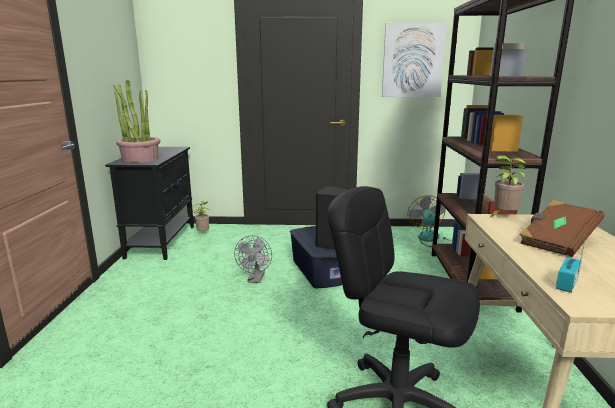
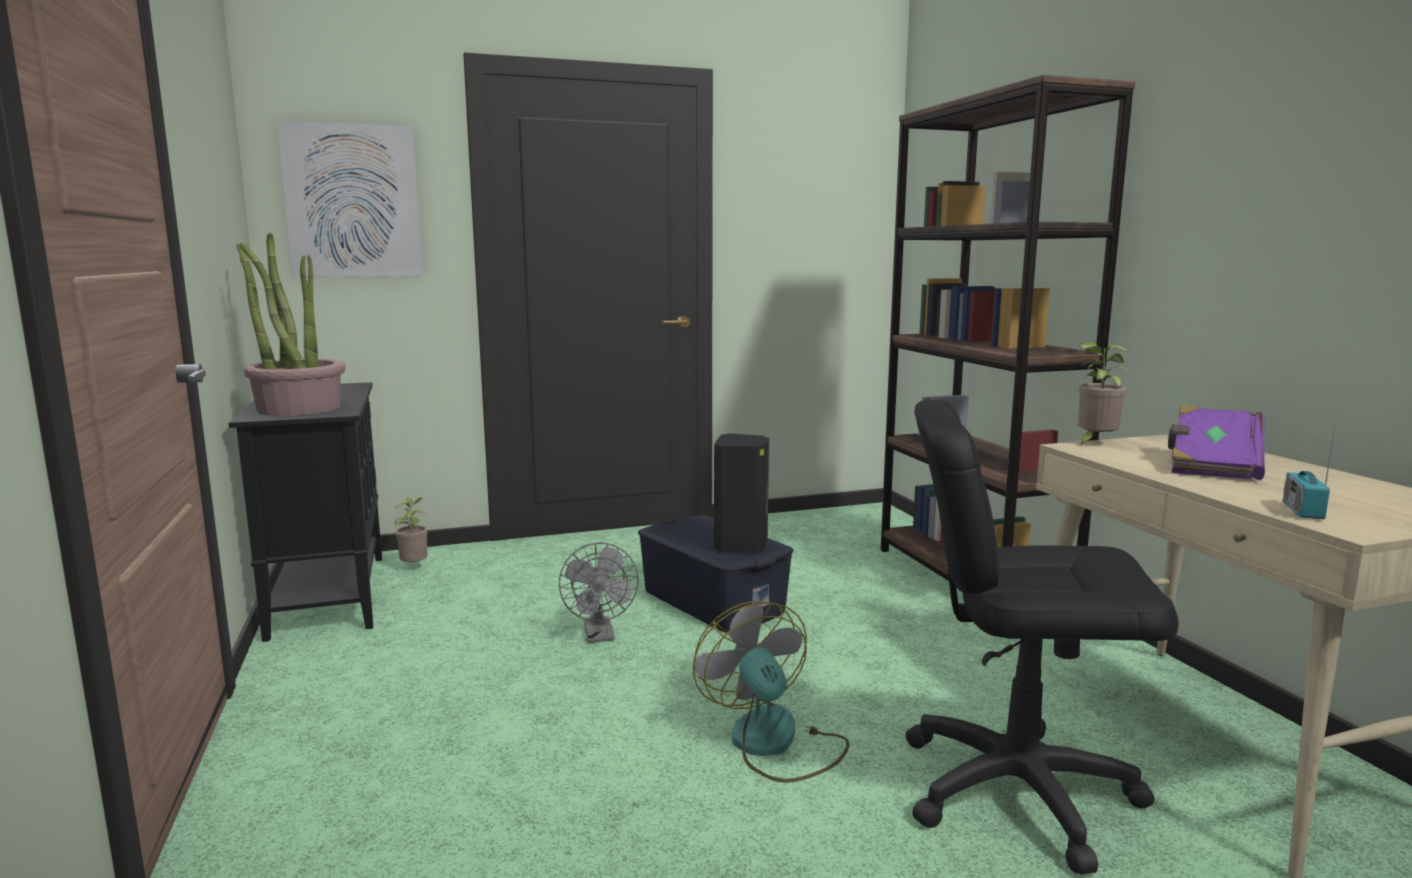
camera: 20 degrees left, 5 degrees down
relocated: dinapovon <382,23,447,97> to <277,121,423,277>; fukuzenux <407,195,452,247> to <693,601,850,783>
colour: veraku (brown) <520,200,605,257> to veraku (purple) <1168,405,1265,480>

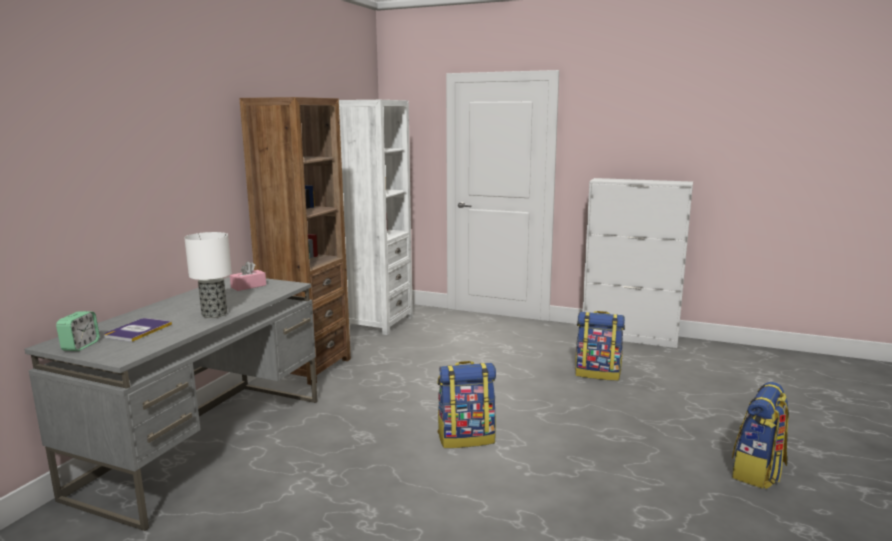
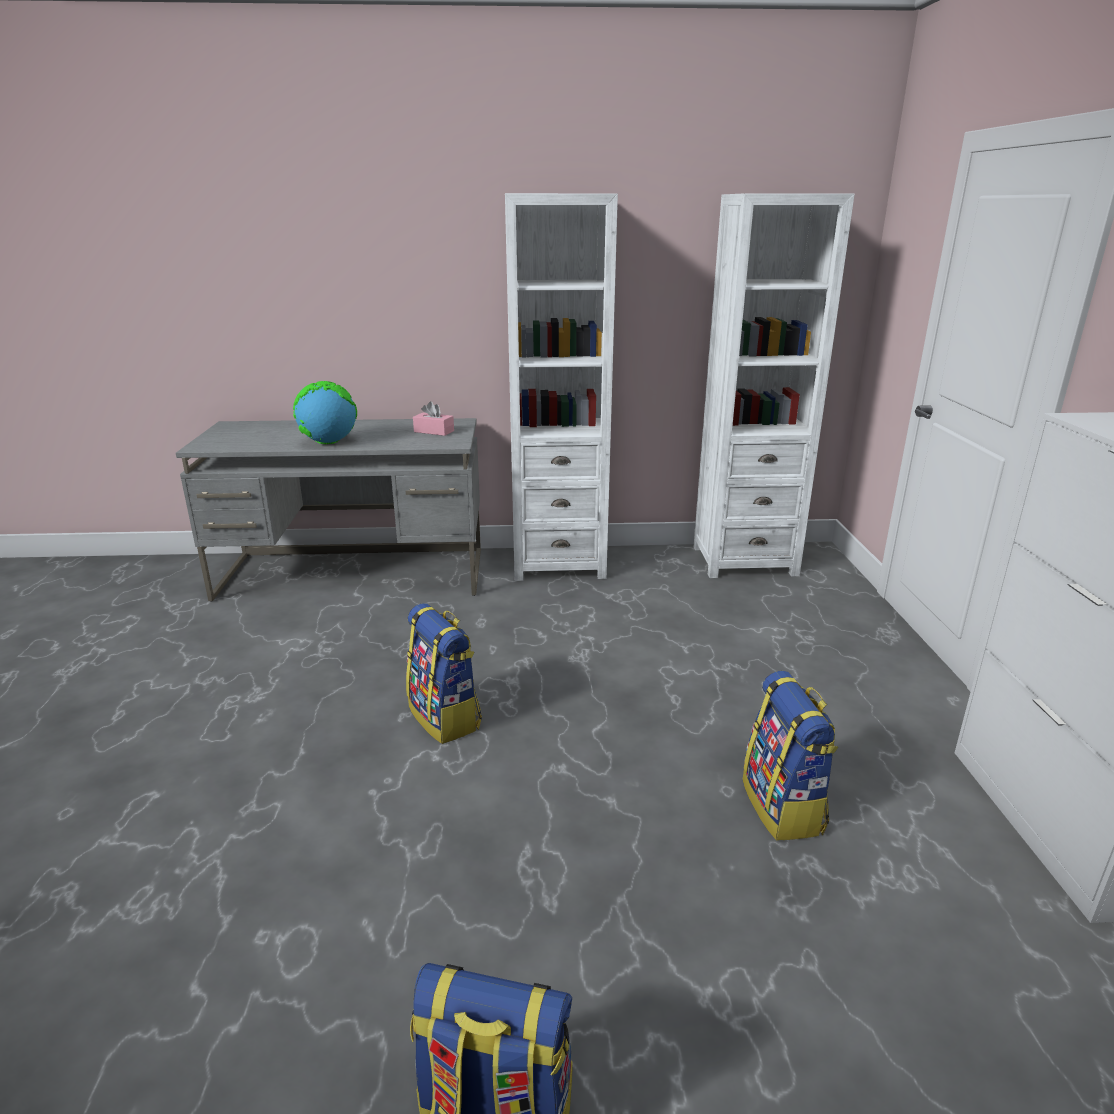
camera: 65 degrees right, 10 degrees up
missing: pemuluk <56,311,100,351>; veraku <104,318,172,342>
exchanged: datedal <184,232,232,318> to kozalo <293,381,357,444>
colour: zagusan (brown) <239,97,351,385> to zagusan (white) <505,193,618,581>

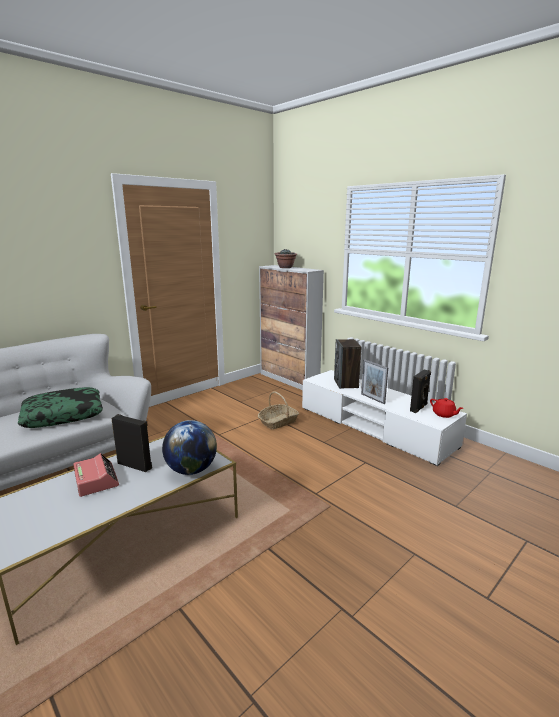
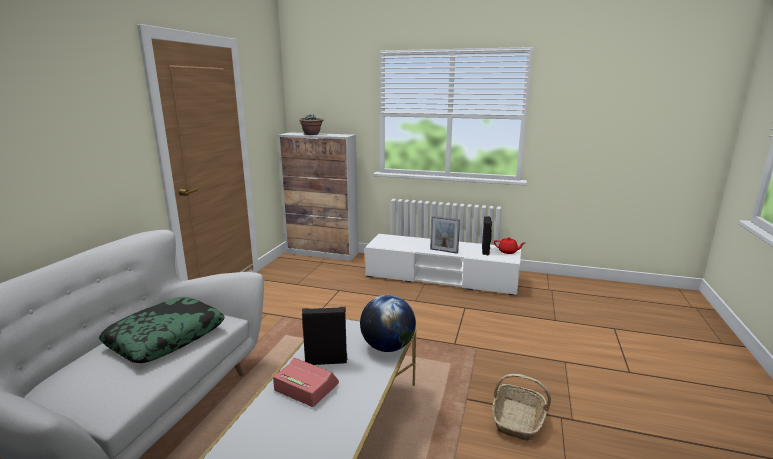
camera: 30 degrees left, 0 degrees up
missing: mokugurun <334,339,362,389>
relocated: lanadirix <258,391,299,429> to <492,374,551,441>

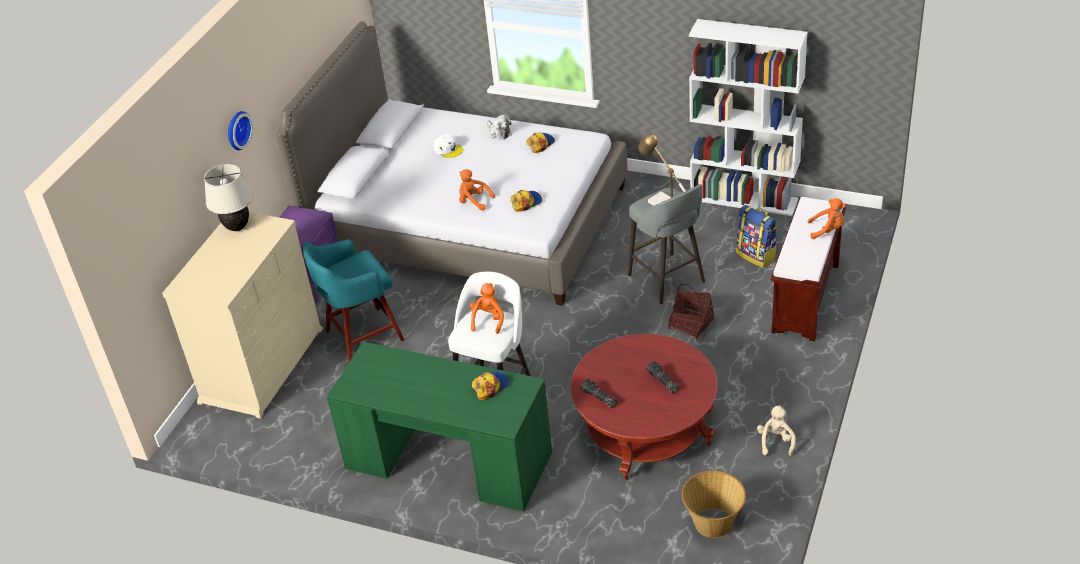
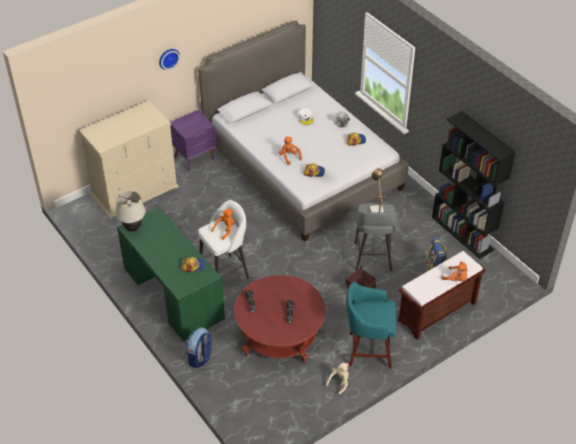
camera: 30 degrees right, 5 degrees up
missing: lanadirix <682,471,746,538>
appeared: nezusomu <185,327,212,368>
relocated: datedal (beige) <204,164,253,231> to <115,191,146,231>; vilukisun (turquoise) <303,239,404,362> to <346,281,396,368>
colour: zagusan (white) <689,19,808,216> to zagusan (black) <432,111,516,259>

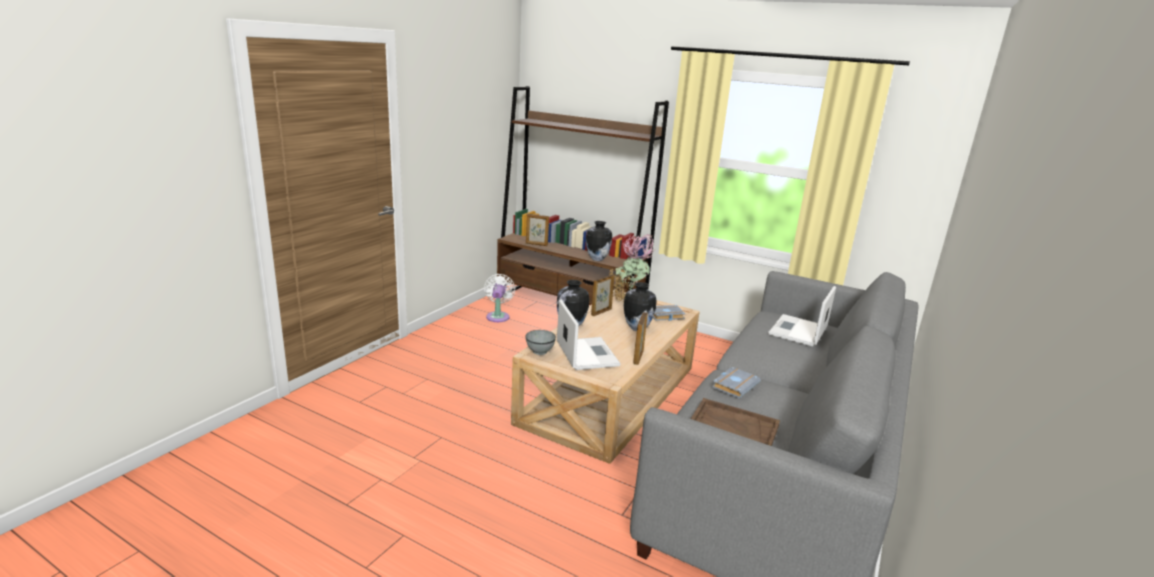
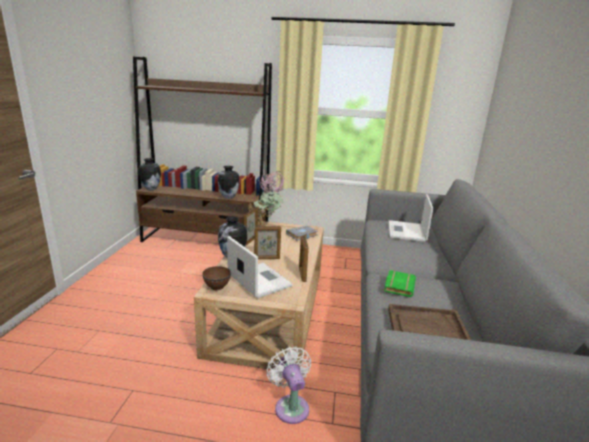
camera: 20 degrees left, 0 degrees up
relocated: fukuzenux (white) <484,274,516,322> to <266,346,311,424>; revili <526,214,549,246> to <254,226,281,259>; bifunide <624,282,657,331> to <139,158,161,190>
colour: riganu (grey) <526,330,556,355> to riganu (brown) <202,266,231,290>; veraku (grey) <712,367,761,399> to veraku (green) <384,270,416,297>

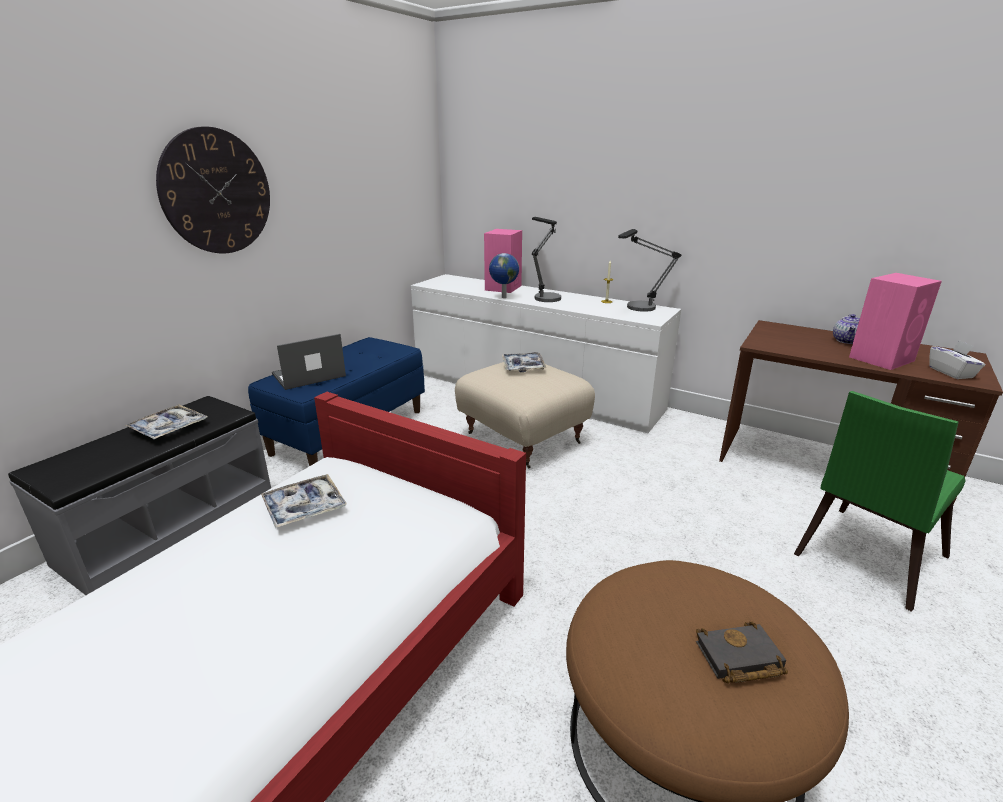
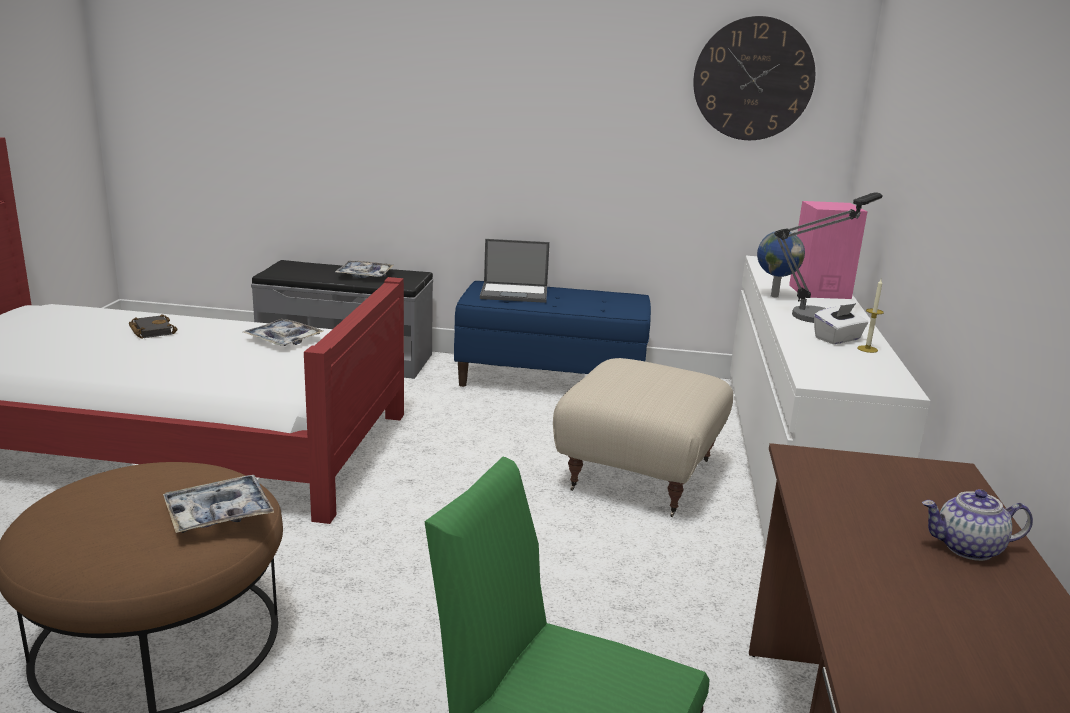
camera: 65 degrees right, 5 degrees down
missing: datedal <618,229,681,312>; mokugurun (pink) <849,273,942,370>
relocated: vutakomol <156,127,270,254> to <693,16,815,140>; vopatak <502,352,546,372> to <163,475,274,533>; veraku (black) <696,622,788,683> to <129,314,178,339>; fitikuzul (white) <929,340,985,379> to <814,303,868,345>
spun: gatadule <272,334,346,390> = <480,239,550,303> 150 degrees clockwise

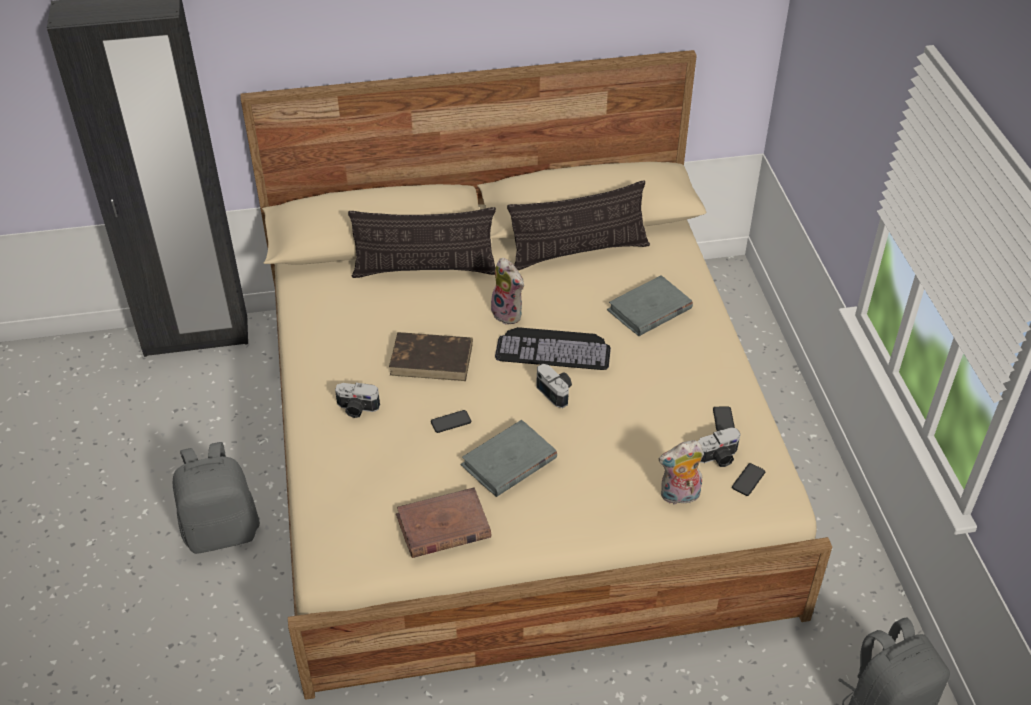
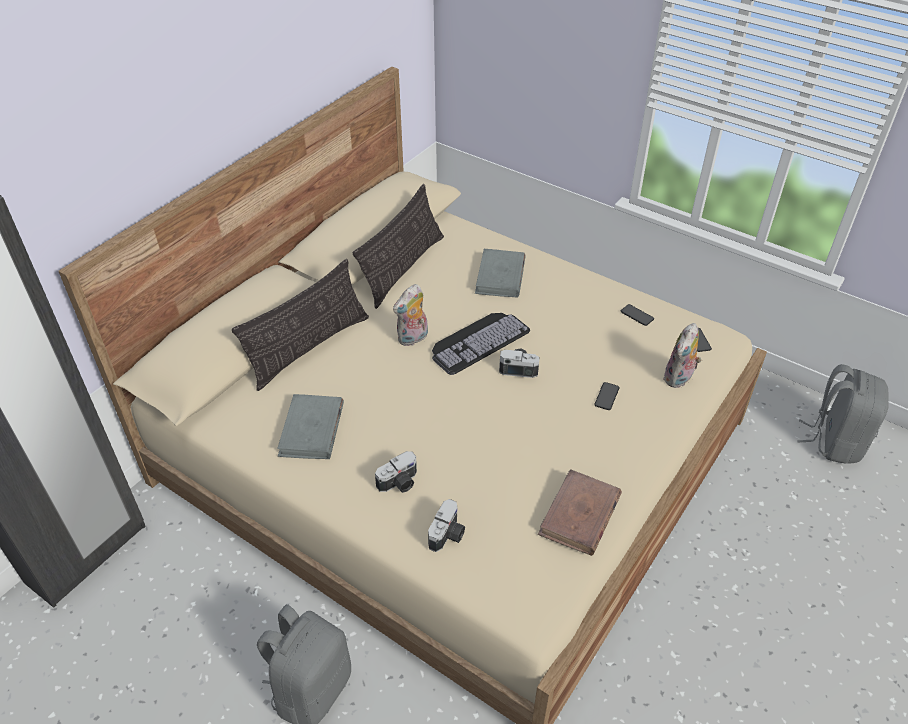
camera: 45 degrees left, 0 degrees up
missing: veraku (brown) <389,332,473,381>
relocated: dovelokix <431,410,471,433> to <594,382,619,410>; veraku (grey) <461,420,557,497> to <277,394,344,459>; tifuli <698,427,741,467> to <428,499,465,552>
spun: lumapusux <490,258,524,325> = <393,284,428,346> 135 degrees clockwise

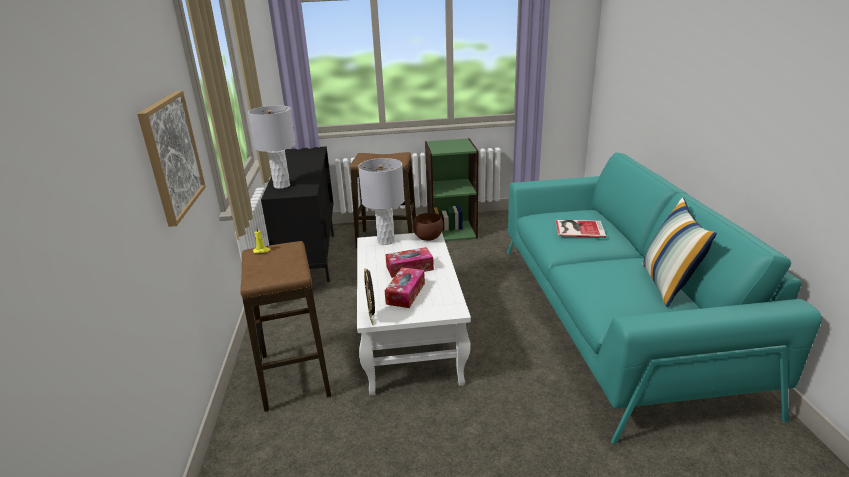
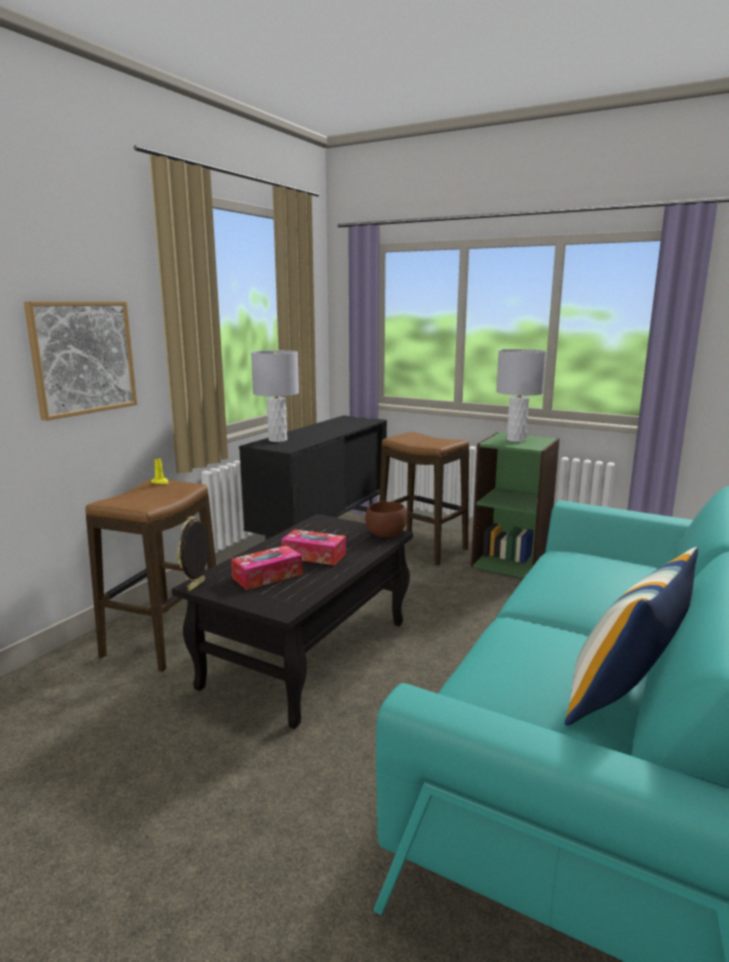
camera: 35 degrees right, 10 degrees down
missing: veraku <556,220,606,238>
relocated: datedal (grey) <358,158,404,245> to <496,349,547,442>
colour: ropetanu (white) <357,233,471,396> to ropetanu (black) <172,514,413,729>

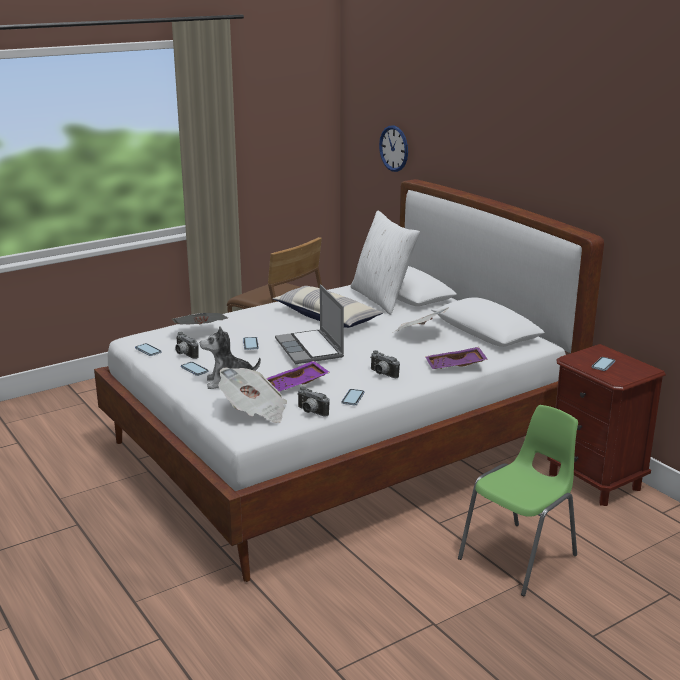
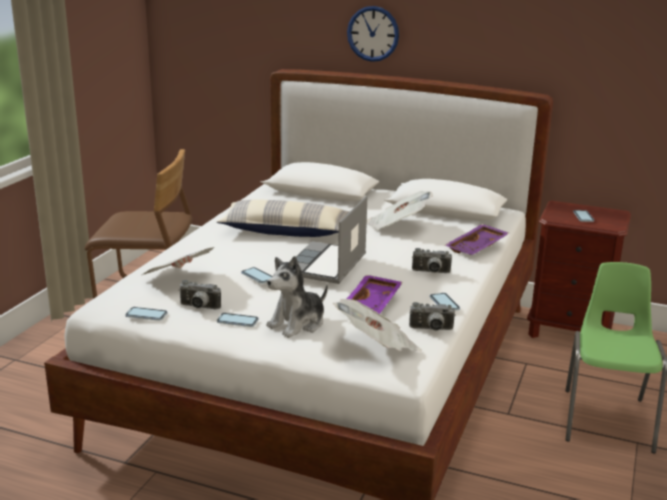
camera: 35 degrees left, 0 degrees up
missing: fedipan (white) <351,210,420,315>
relocated: vutakomol <379,126,408,172> to <347,6,399,62>
spun: gatadule <275,284,344,364> = <296,196,367,284> 75 degrees clockwise

